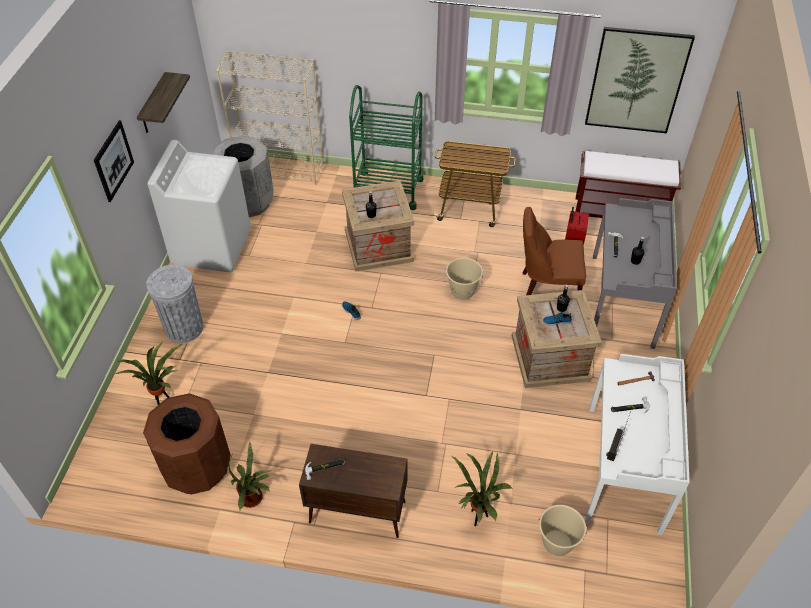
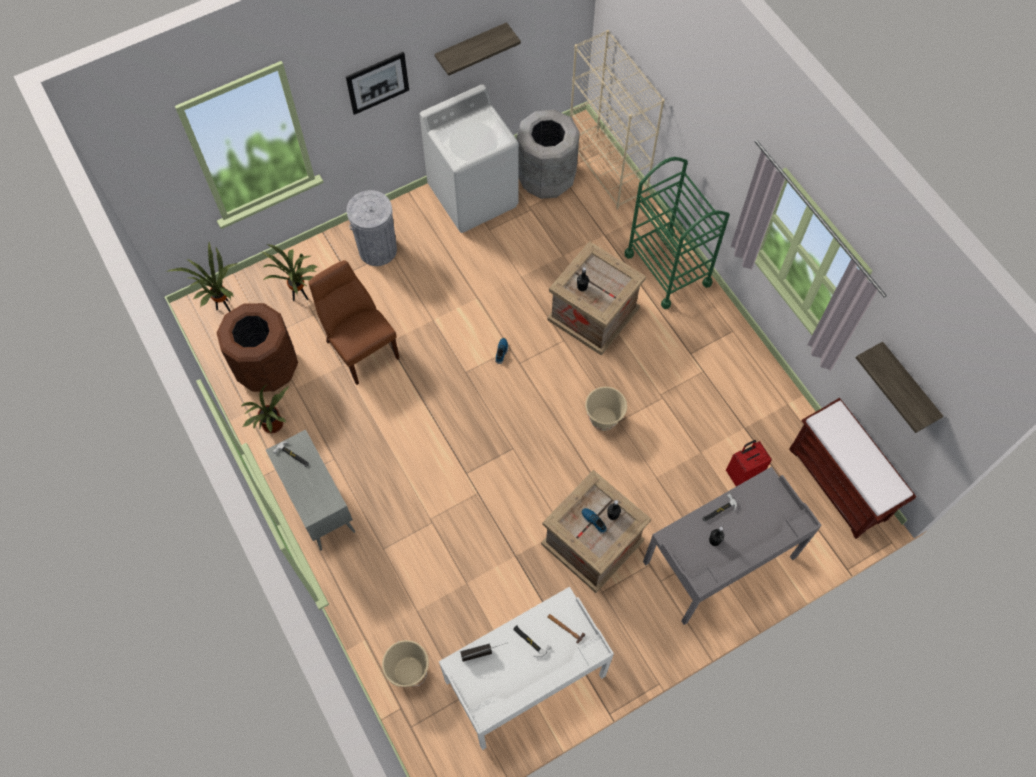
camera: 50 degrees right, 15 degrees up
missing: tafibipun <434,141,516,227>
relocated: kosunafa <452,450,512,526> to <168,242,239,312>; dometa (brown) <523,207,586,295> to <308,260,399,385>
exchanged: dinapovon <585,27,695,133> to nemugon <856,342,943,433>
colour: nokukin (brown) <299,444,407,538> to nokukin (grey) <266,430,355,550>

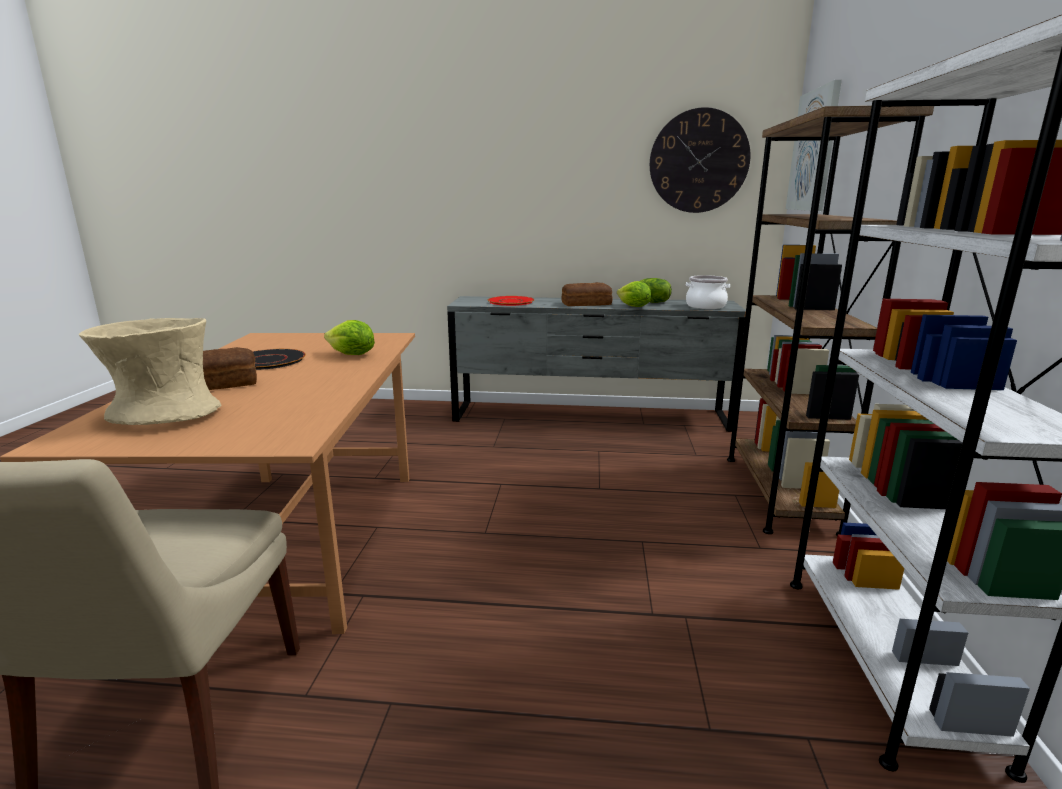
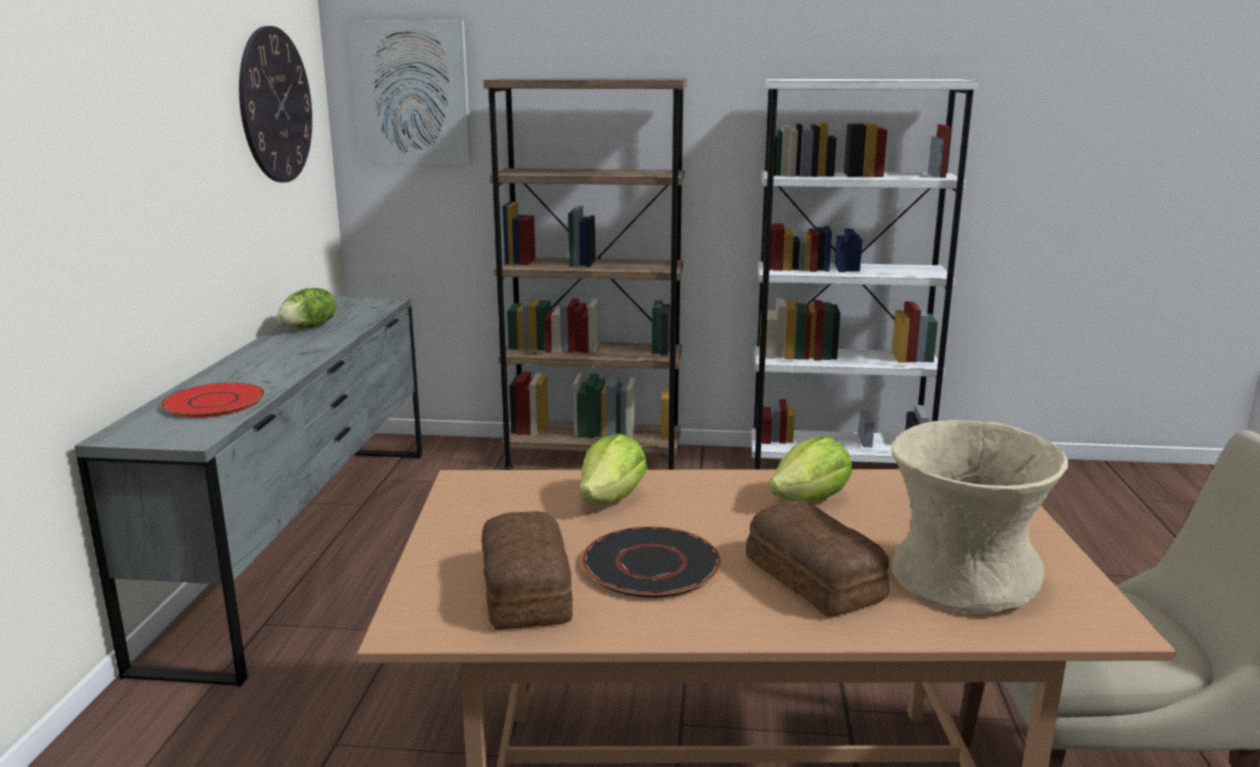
camera: 90 degrees left, 0 degrees up
missing: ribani <686,275,730,309>
relocated: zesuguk <562,282,613,306> to <482,511,573,630>; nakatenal <617,281,651,307> to <768,437,852,503>

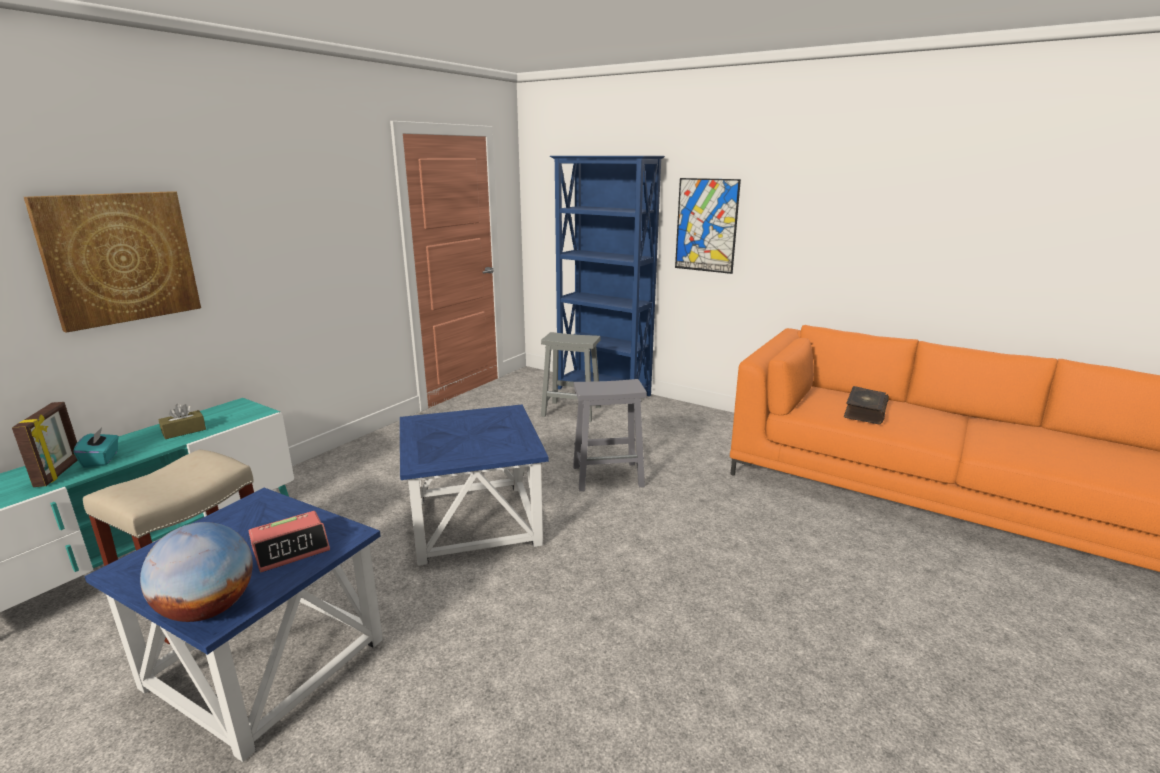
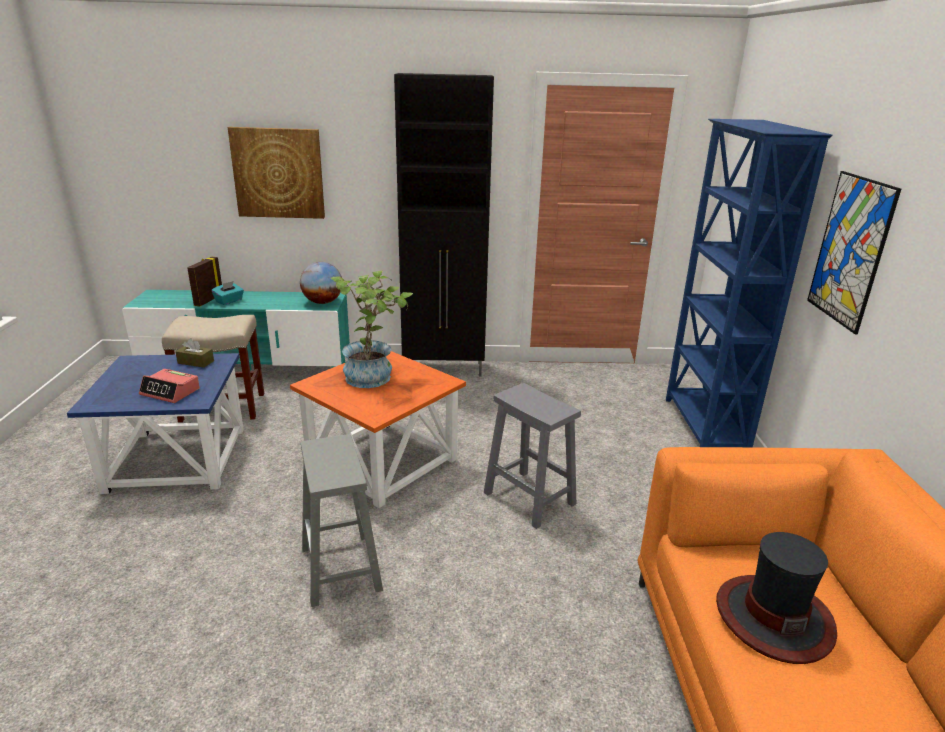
camera: 55 degrees right, 5 degrees up
appeared: kosunafa <331,270,413,388>; nokukin (black) <394,73,494,376>
relocated: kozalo <140,522,253,622> to <300,262,342,304>; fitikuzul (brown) <158,404,206,439> to <175,338,214,368>; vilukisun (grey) <541,332,601,422> to <301,434,383,607>
exchanged: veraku <844,386,889,424> to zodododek <716,532,837,664>
colour: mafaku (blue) <400,404,549,566> to mafaku (orange) <290,351,466,508>
spun: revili <12,402,78,487> = <187,257,222,306> 150 degrees clockwise

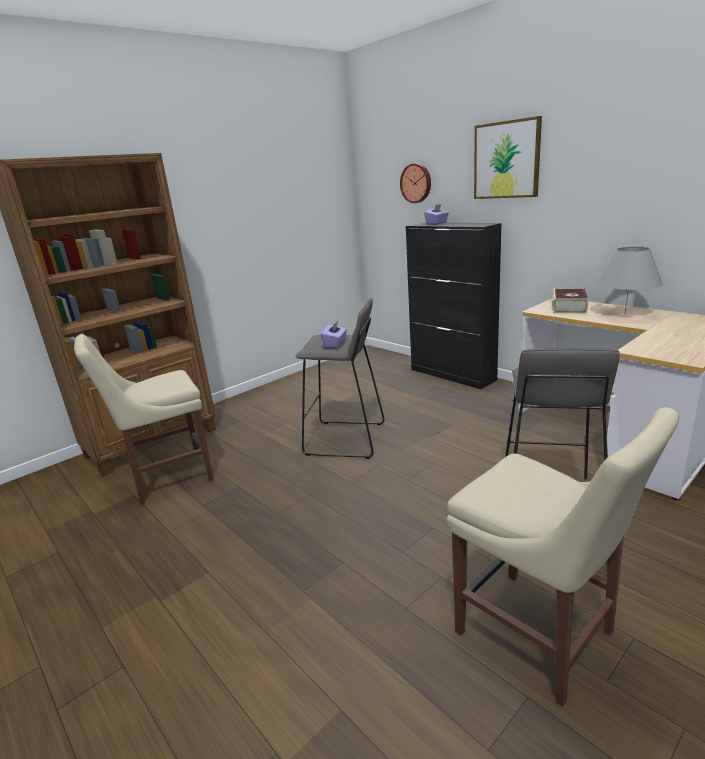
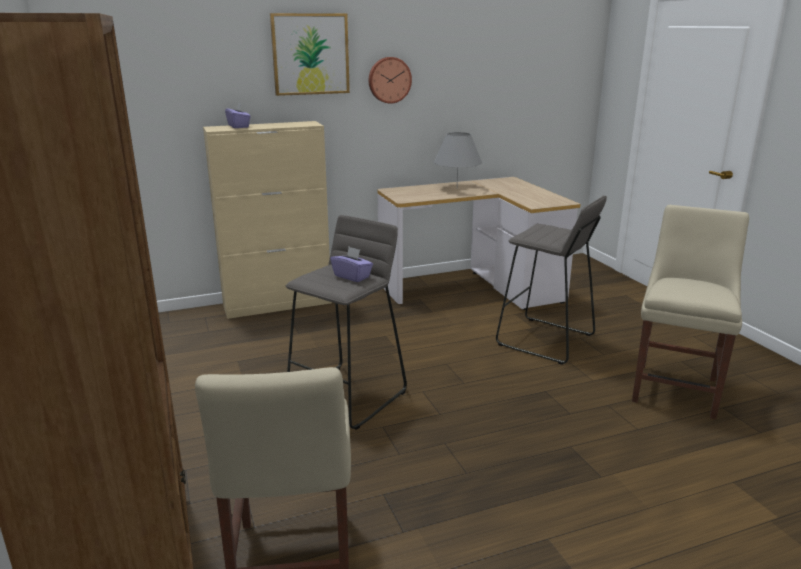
camera: 70 degrees left, 0 degrees up
missing: veraku <552,288,588,313>
relocated: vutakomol <400,163,431,203> to <369,57,412,104>
colour: nokukin (black) <406,222,502,389> to nokukin (beige) <203,121,332,319>
spun: dometa (beige) <447,407,679,707> = <632,205,749,419> 45 degrees counterclockwise

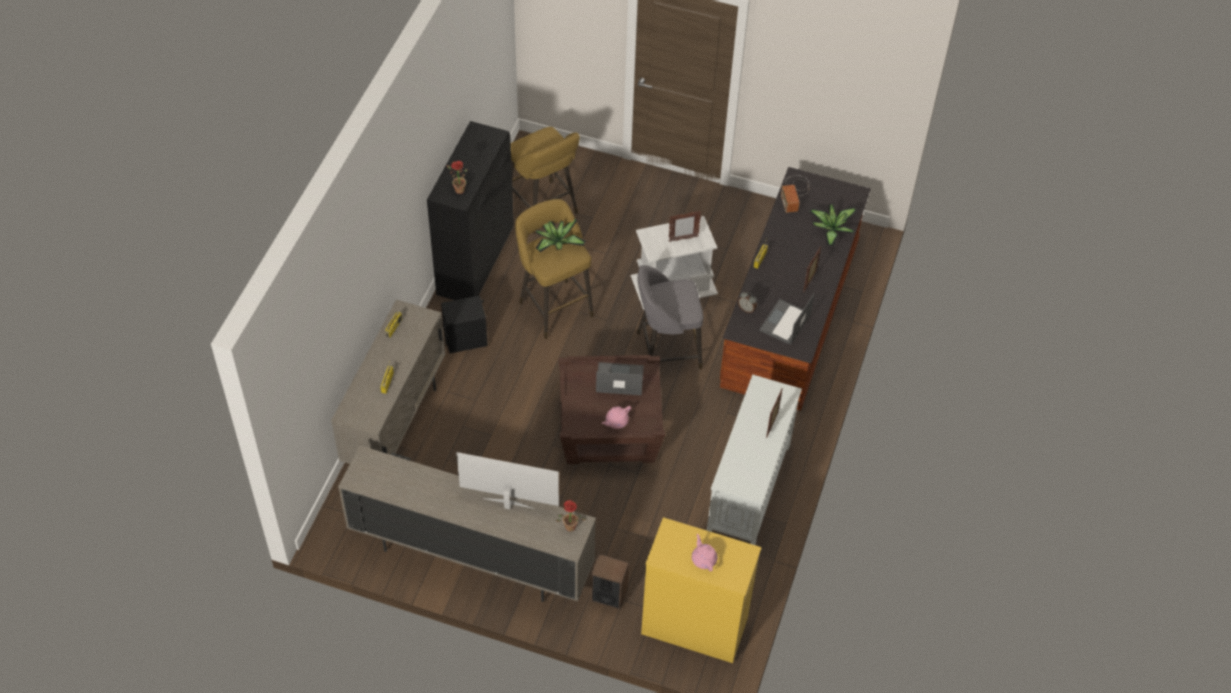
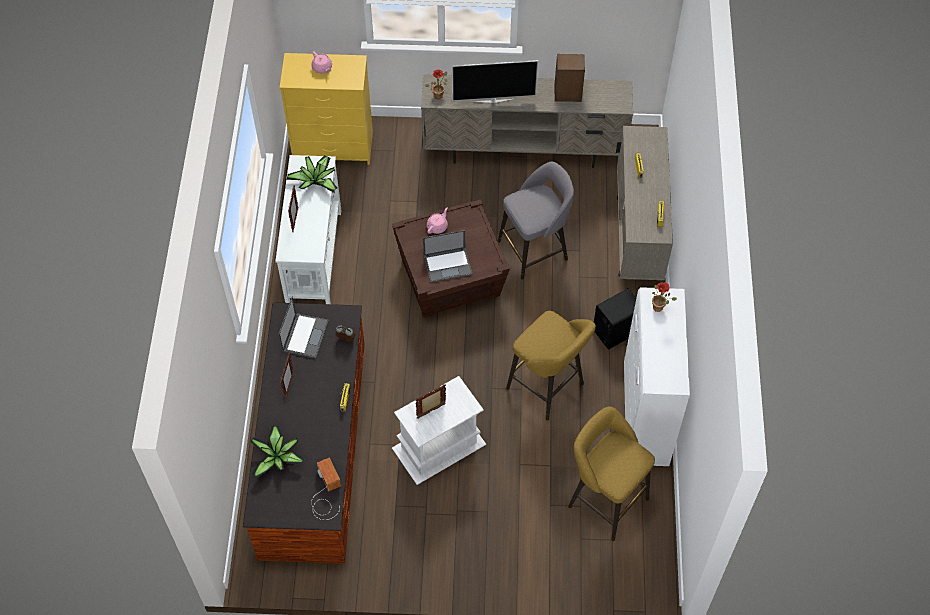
camera: 165 degrees right, 5 degrees up
relocated: kosunafa <536,219,586,252> to <287,155,337,192>; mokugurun <590,554,629,610> to <554,54,585,102>; vilukisun (grey) <637,265,703,369> to <498,162,574,280>
colour: nokukin (black) <427,121,514,300> to nokukin (white) <624,287,690,466>

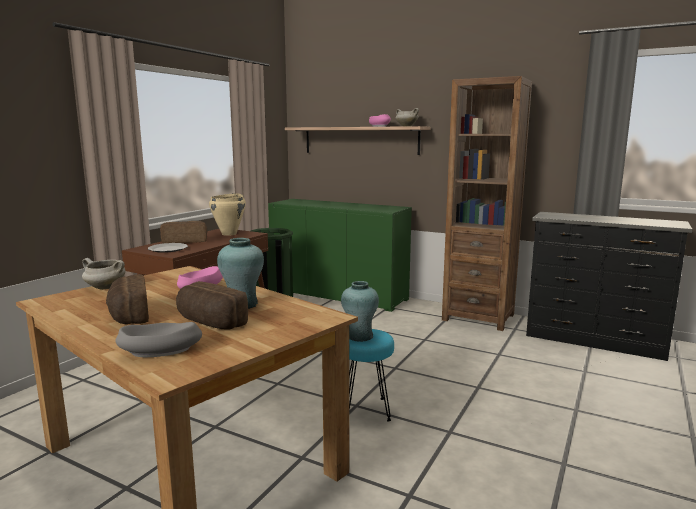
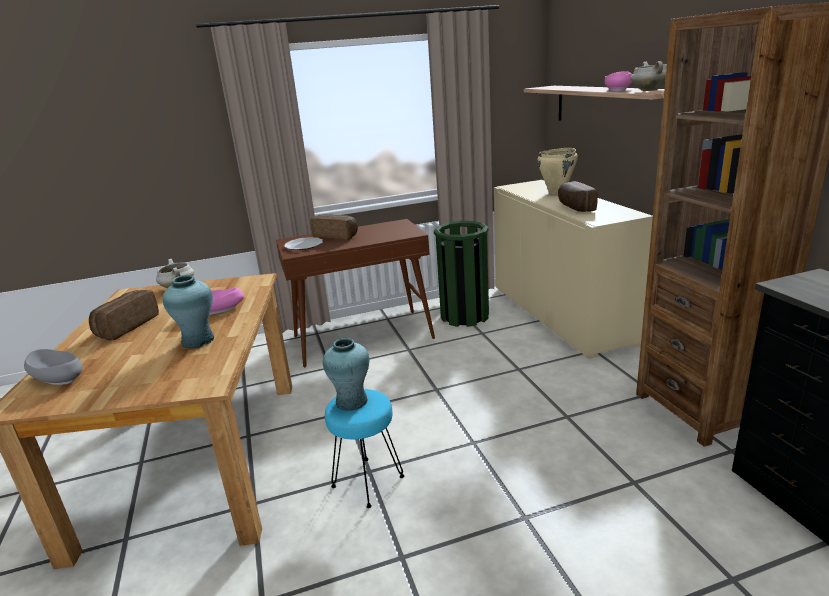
camera: 45 degrees right, 10 degrees up
relocated: zesuguk <176,281,248,329> to <558,181,598,212>; ribani (beige) <209,193,246,236> to <537,147,578,194>
colour: nokukin (green) <268,199,412,312> to nokukin (beige) <494,180,653,359>

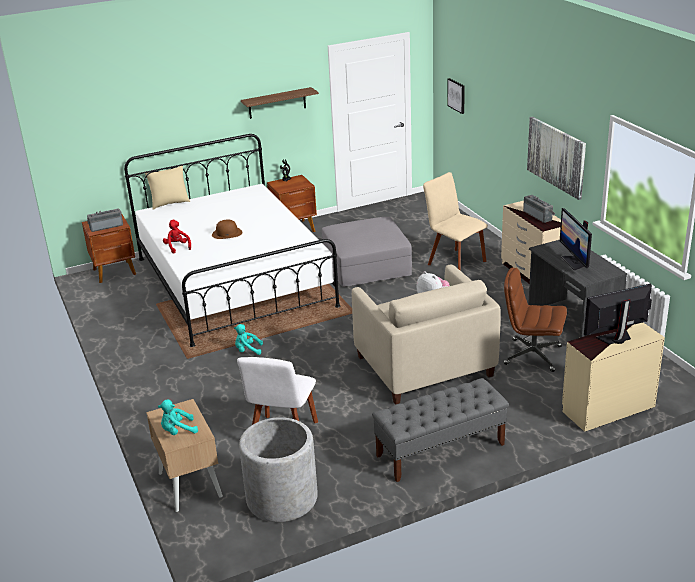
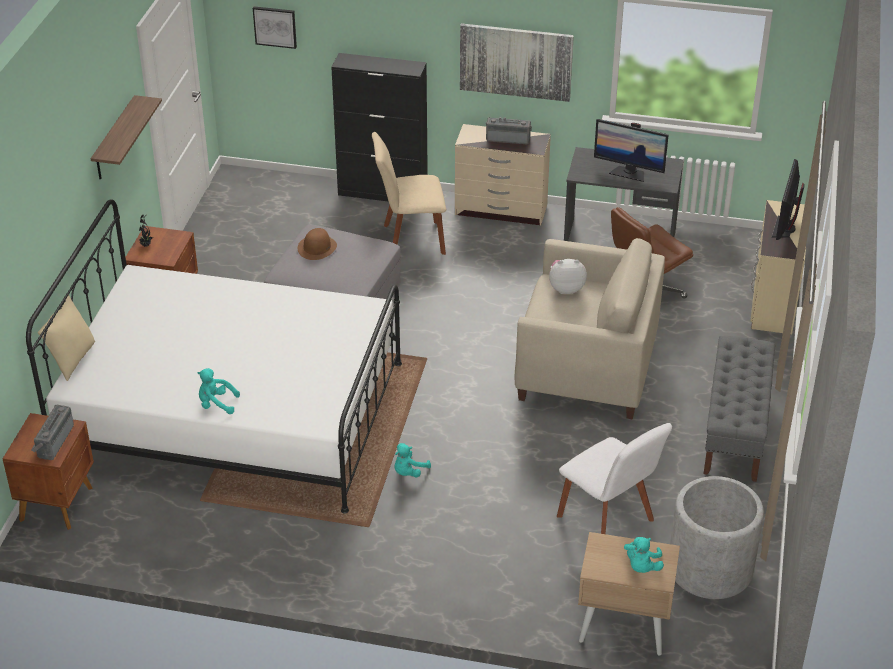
camera: 55 degrees left, 10 degrees up
appeared: nokukin (black) <331,53,428,202>
relocated: zodododek (brown) <212,219,243,239> to <298,228,337,260>
colour: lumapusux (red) <163,220,191,254> to lumapusux (turquoise) <198,368,240,414>

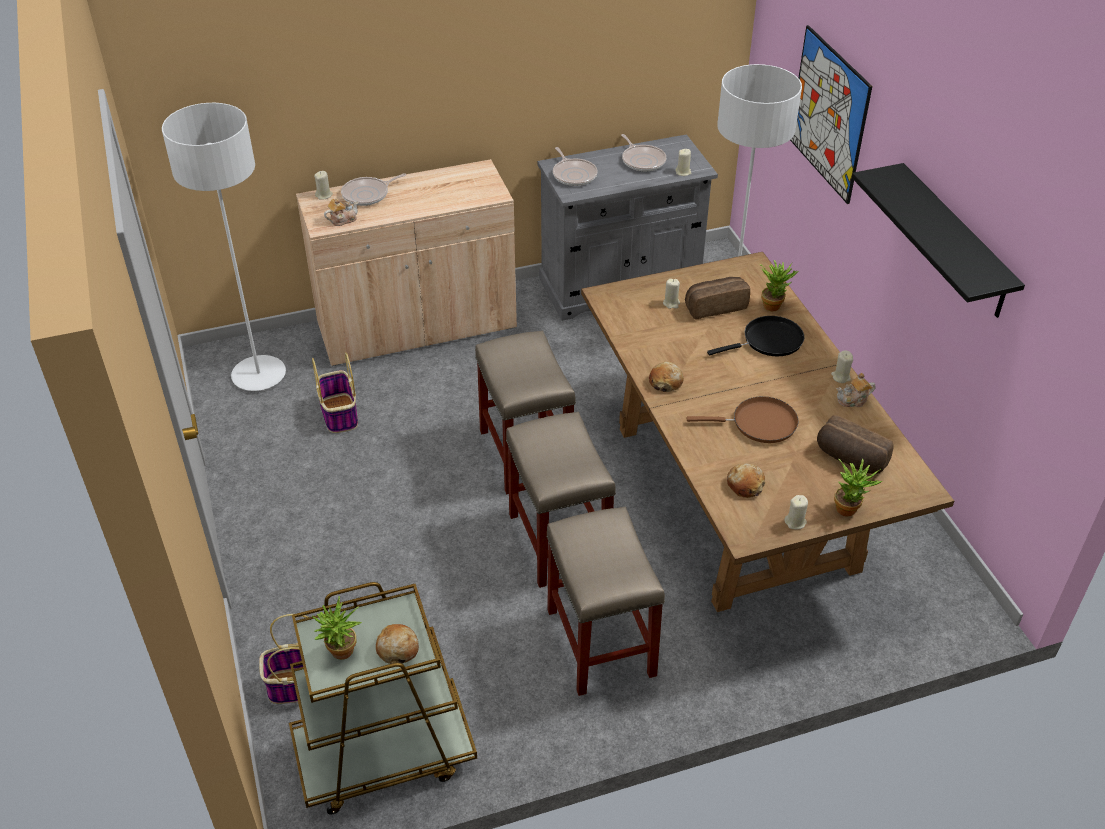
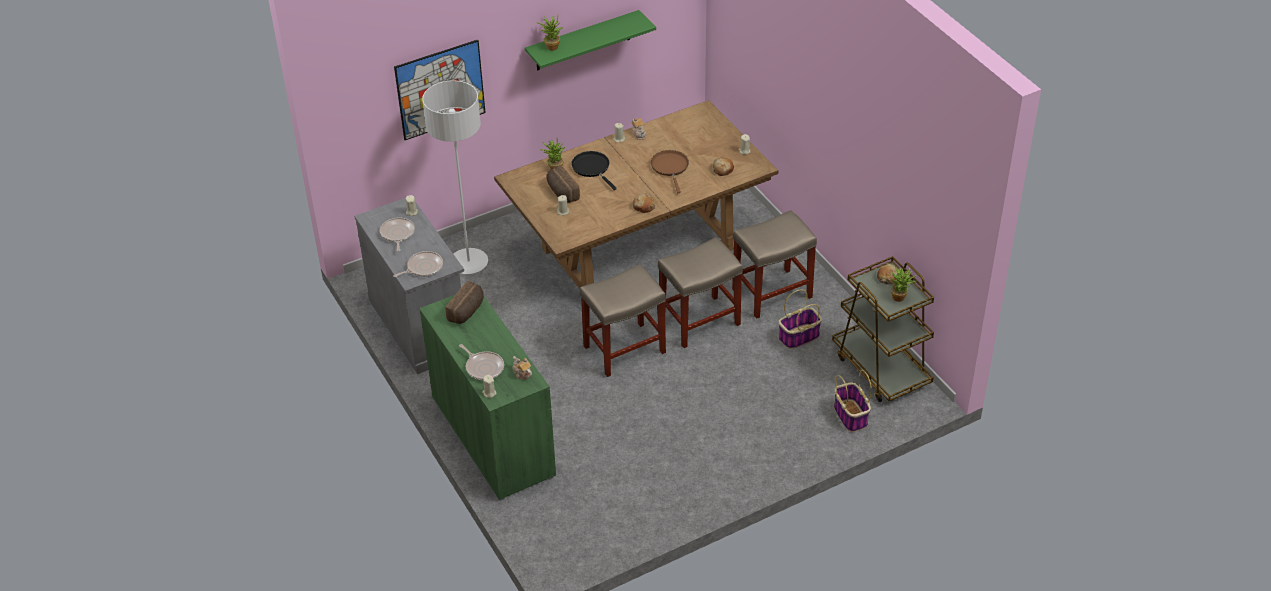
camera: 100 degrees left, 0 degrees up
missing: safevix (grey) <162,103,286,391>
relocated: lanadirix <312,352,358,433> to <778,289,822,349>; zesuguk <817,415,894,474> to <445,281,484,324>; kosunafa <834,459,882,517> to <536,16,563,51>
colour: nokukin (beige) <296,159,517,366> to nokukin (green) <419,295,556,501>; nemugon (black) <852,163,1025,318> to nemugon (green) <525,10,656,71>
spun: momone <621,134,666,172> = <380,217,415,252> 60 degrees counterclockwise

